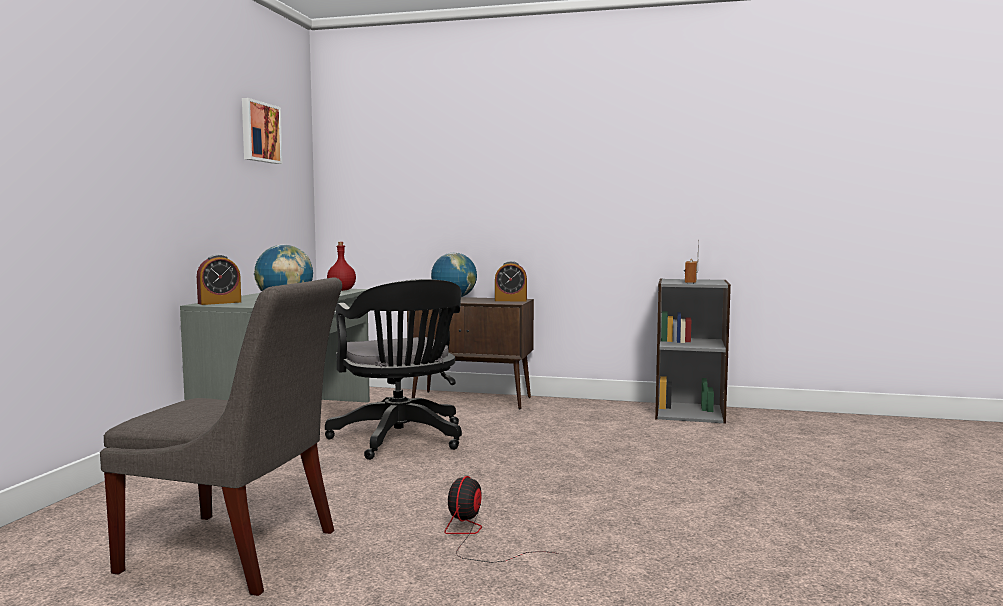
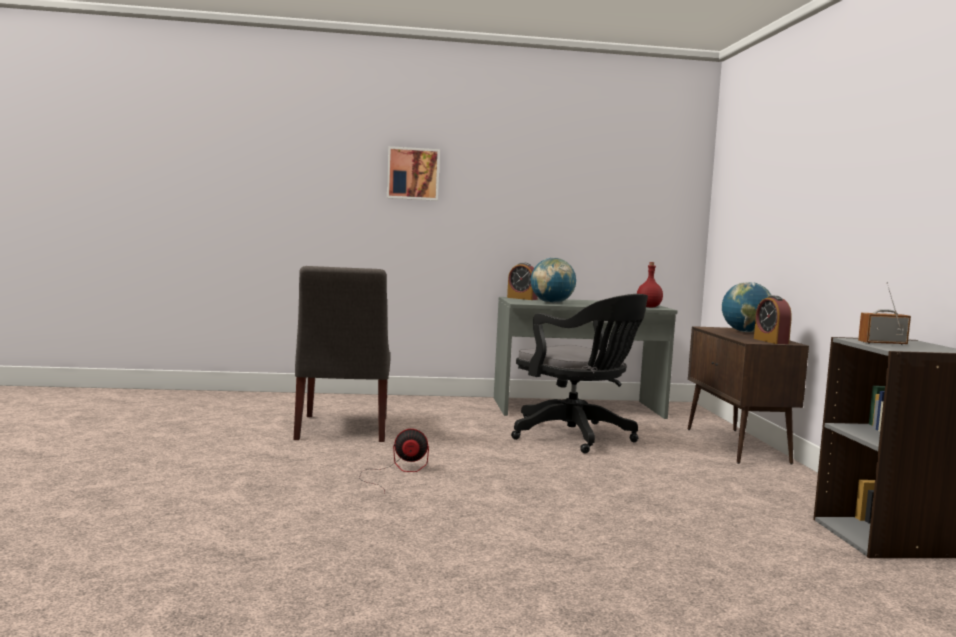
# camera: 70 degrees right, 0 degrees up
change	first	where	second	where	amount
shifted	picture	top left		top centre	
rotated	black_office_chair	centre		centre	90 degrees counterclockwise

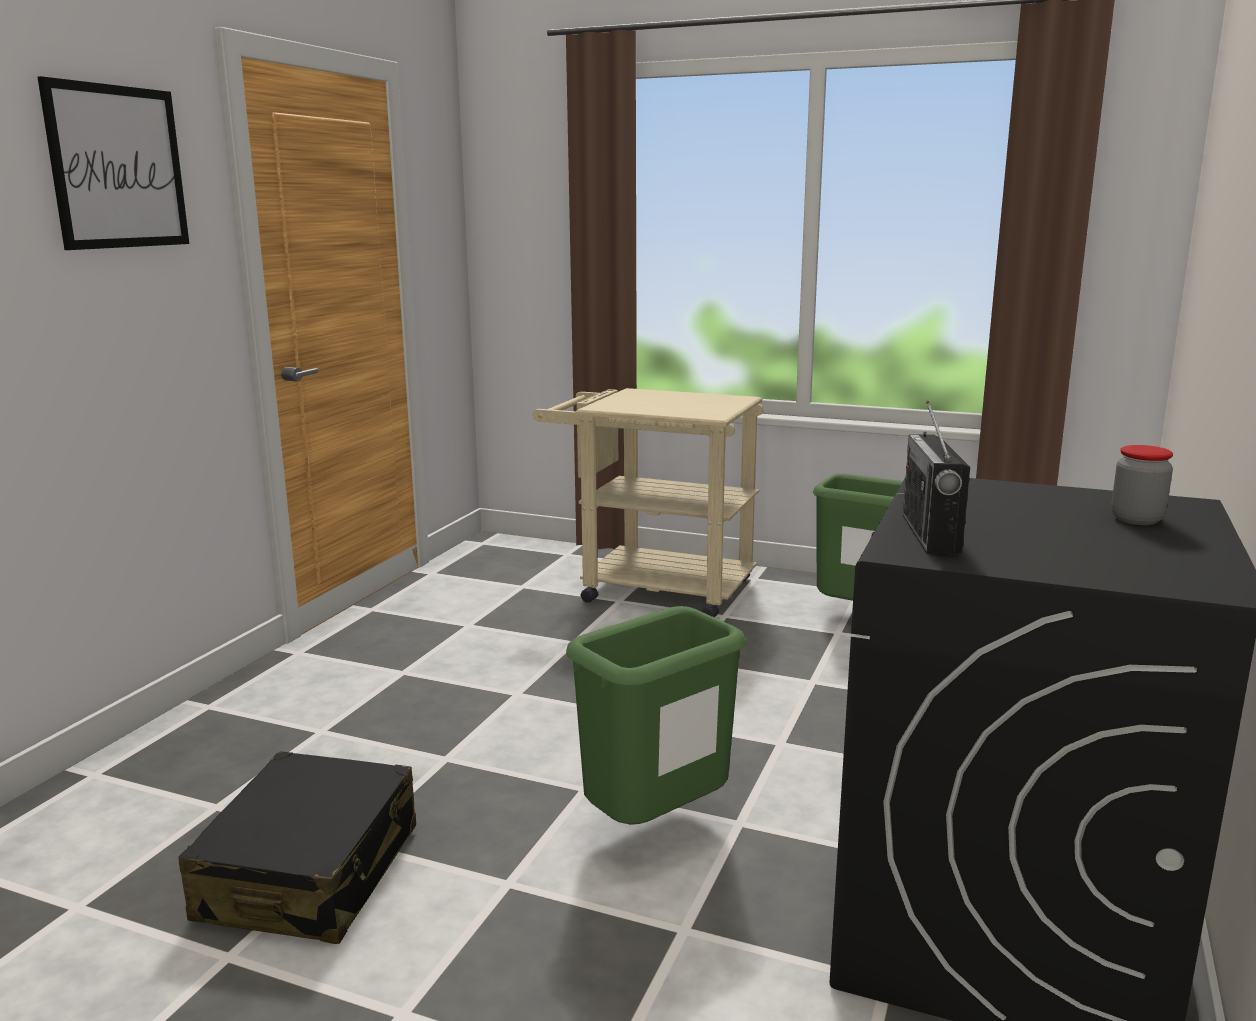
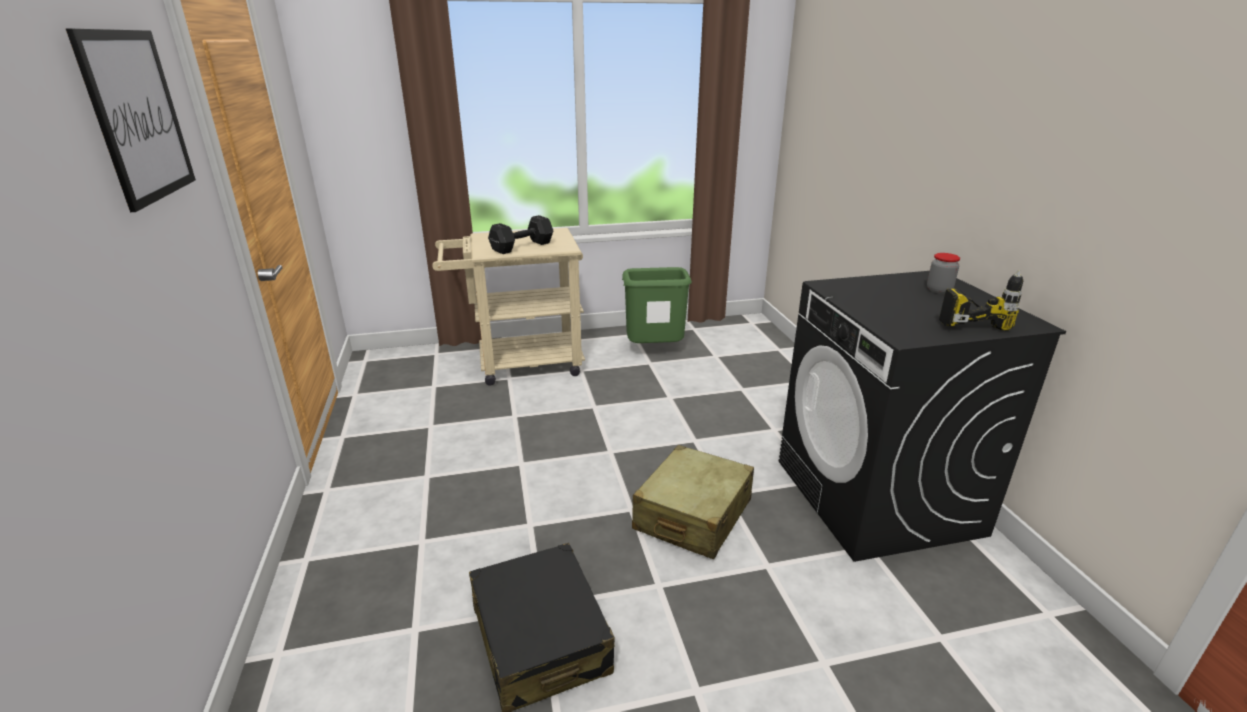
# camera: 35 degrees left, 10 degrees up
change	first	where	second	where	amount
new			black_dumbbell	top centre	
swapped	green_trash_can (no. 1 from left)	bottom centre	beige_suitcase	bottom centre	
new			power_drill	middle right	
gone	radio	middle right			

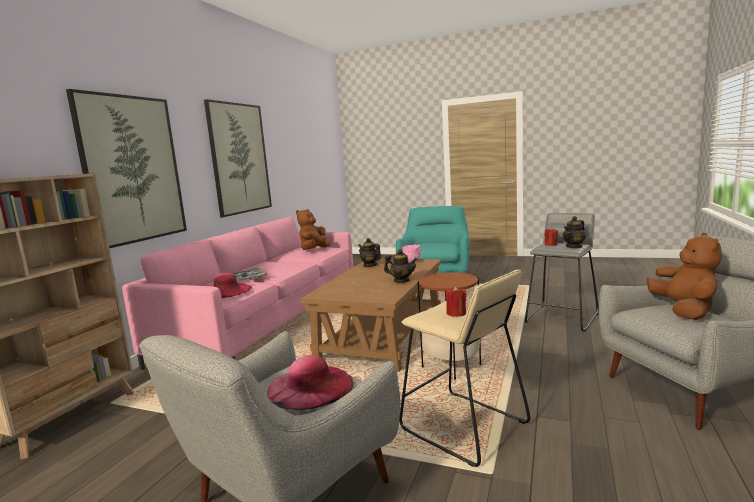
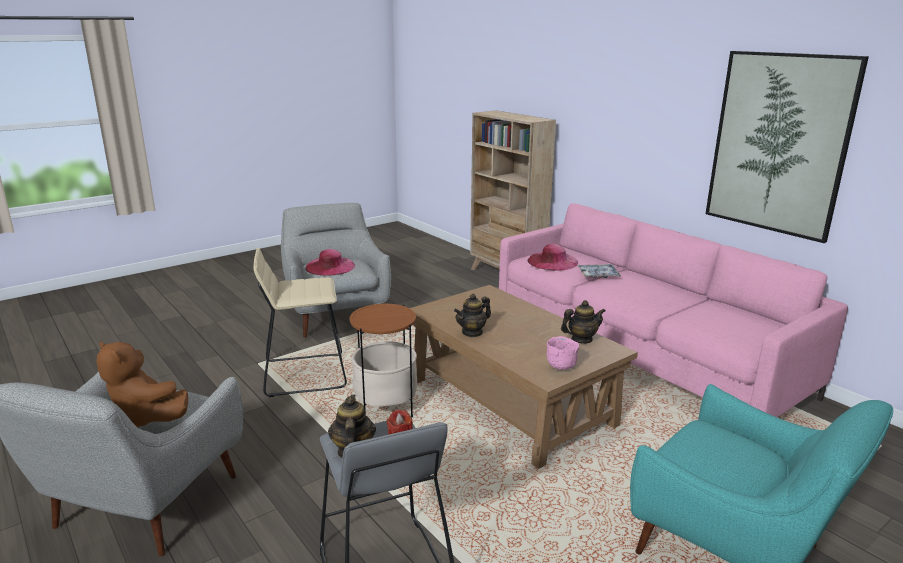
# camera: 120 degrees right, 10 degrees up
change	first	where	second	where	amount
gone	picture (no. 1 from left)	middle left			
gone	brown_plush_toy (no. 1 from left)	centre			
gone	red_candle (no. 1 from left)	centre			

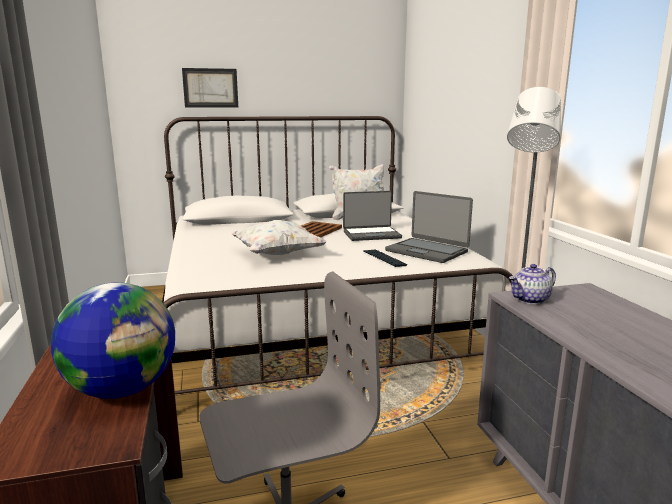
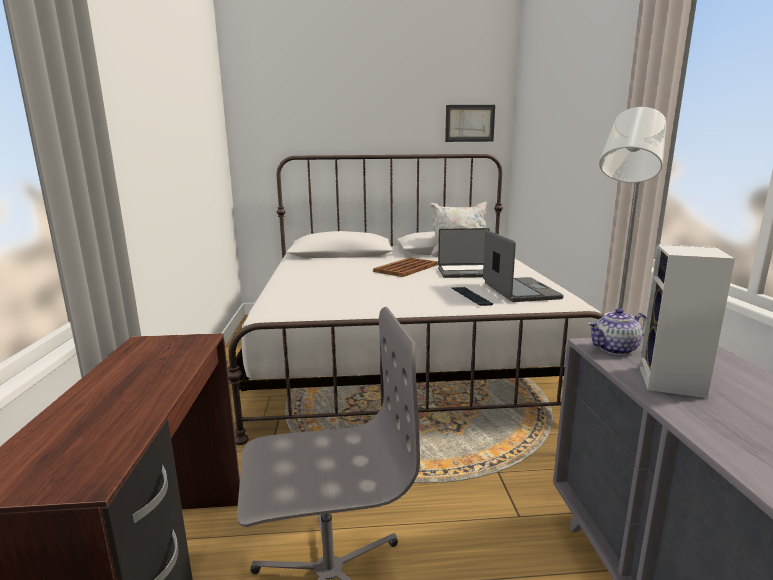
# camera: 10 degrees right, 0 degrees up
change	first	where	second	where	amount
shifted	picture	top left		top centre	
rotated	laptop (no. 2 from left)	centre		middle right	150 degrees counterclockwise
new			speaker	middle right	
gone	globe	bottom left			
gone	white_pillow (no. 1 from left)	centre			

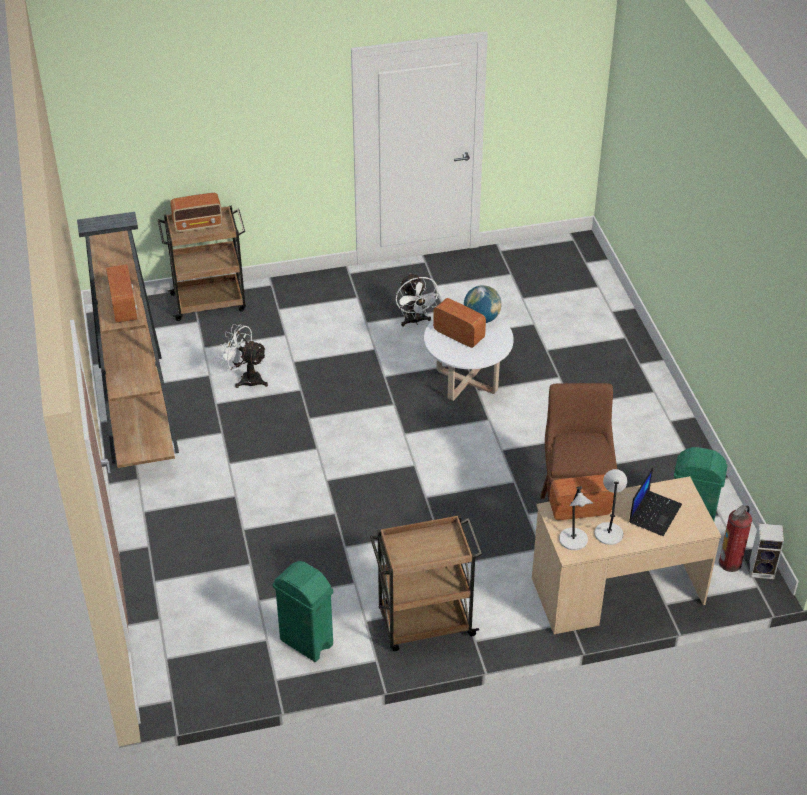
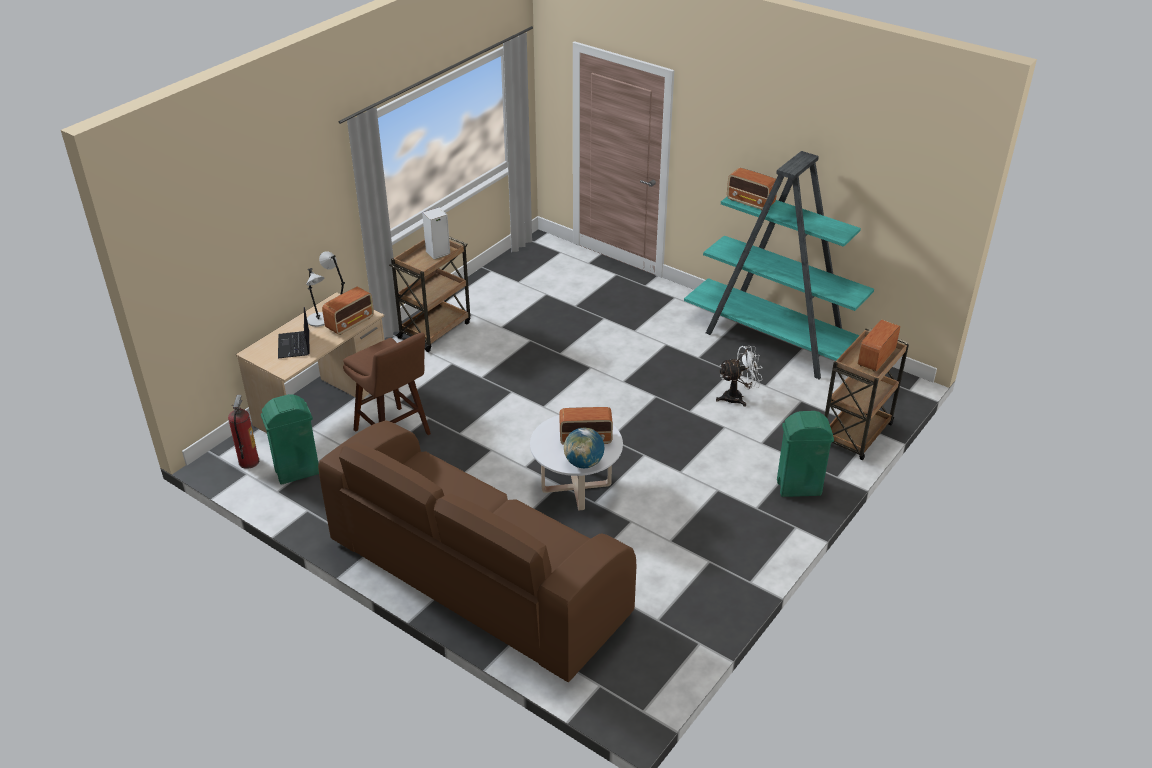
# camera: 140 degrees right, 5 degrees down
change	first	where	second	where	amount
new			brown_sofa	bottom centre	
shifted	speaker	bottom right		top centre	
repainted	brown_bookcase	middle left	turquoise_bookcase	middle right	
shifted	green_trash_can (no. 1 from left in the first image)	bottom centre	green_trash_can (no. 2 from left)	middle right	
gone	white_fan (no. 2 from left)	centre			

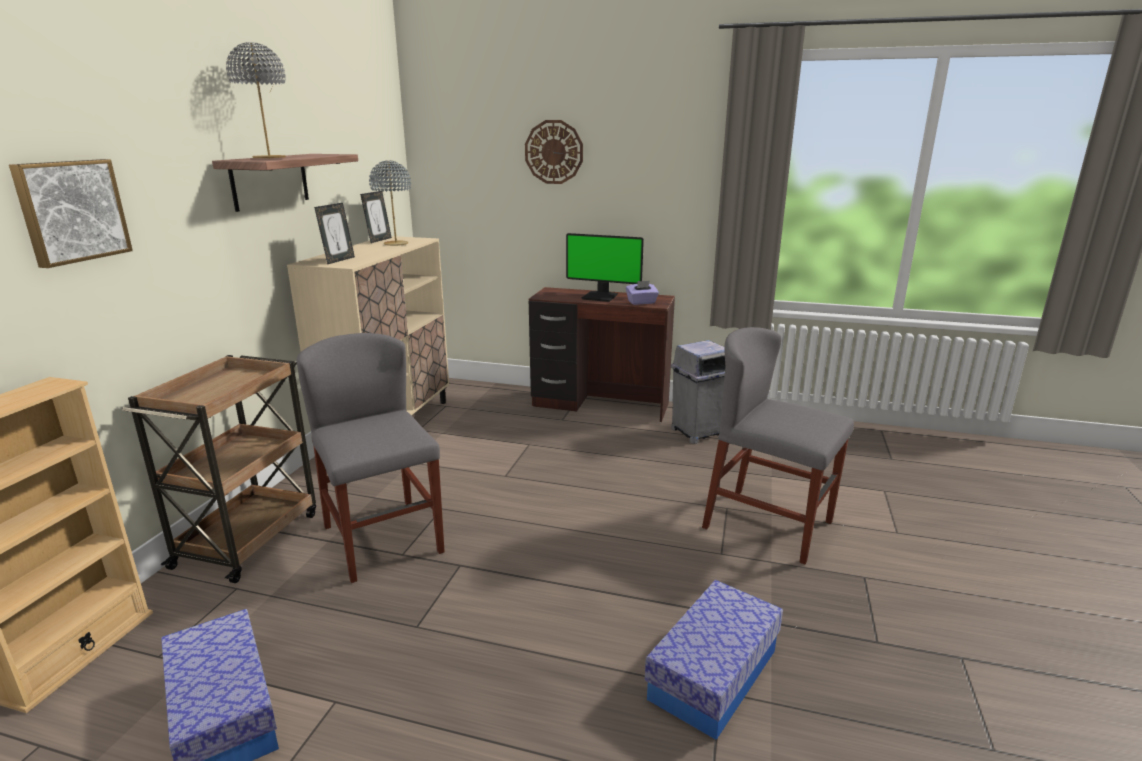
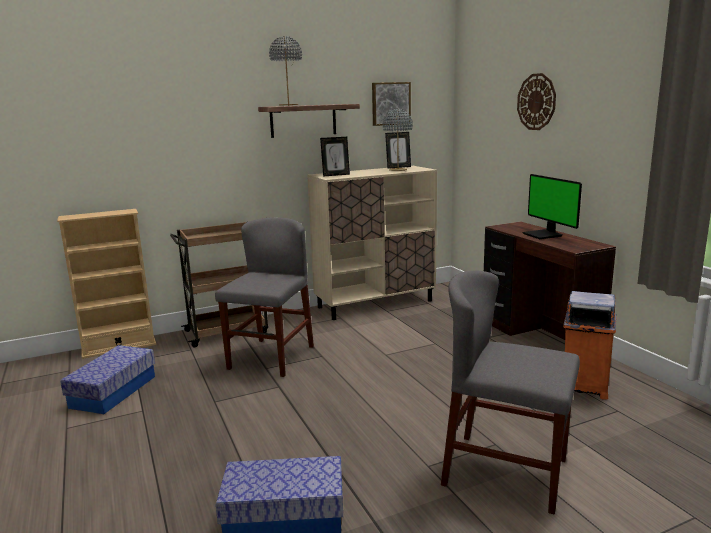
# camera: 50 degrees right, 5 degrees down
change	first	where	second	where	amount
shifted	picture	top left		top centre	
rotated	grey_chair (no. 2 from left)	middle right		bottom right	60 degrees counterclockwise
repainted	grey_trash_can	centre	orange_trash_can	middle right	
gone	purple_tissue_box	centre			

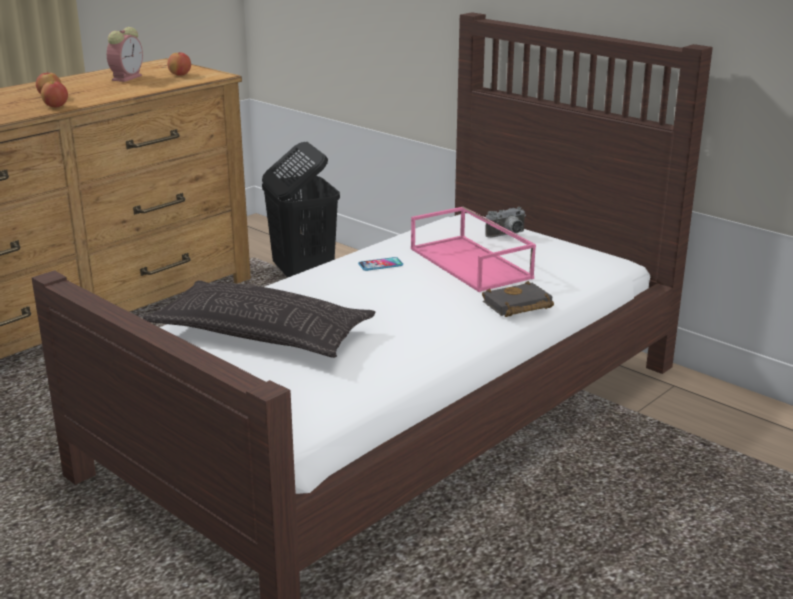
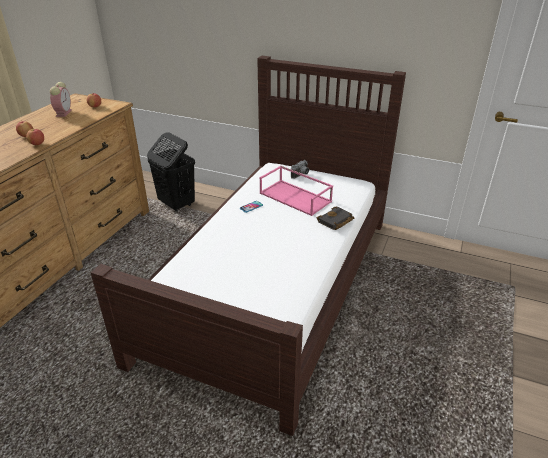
# camera: 20 degrees left, 10 degrees up
change	first	where	second	where	amount
gone	pillow	middle left			

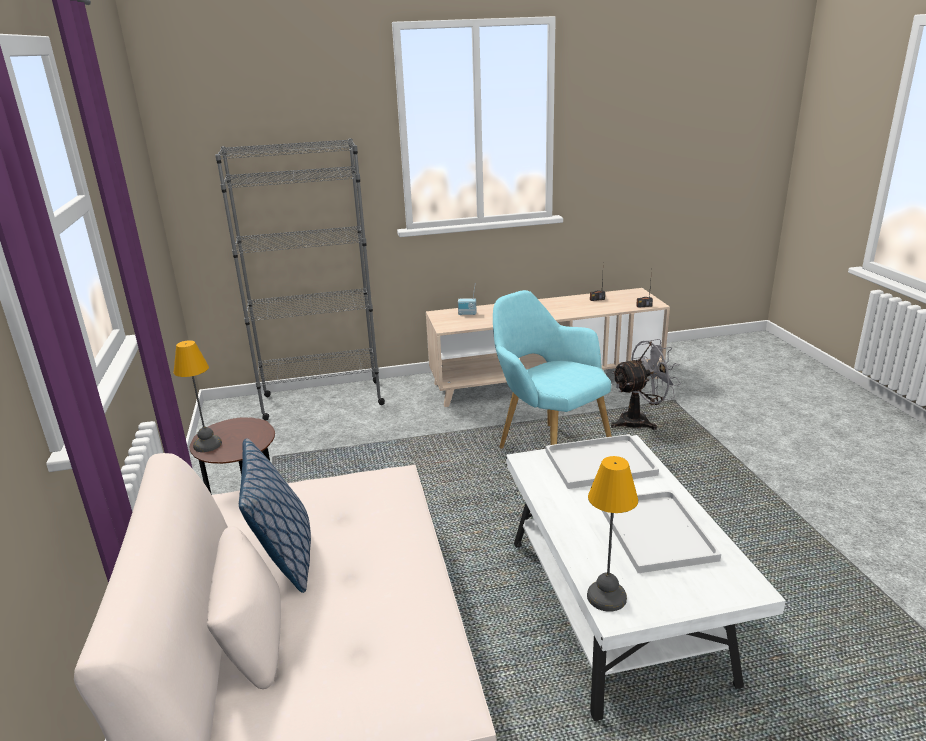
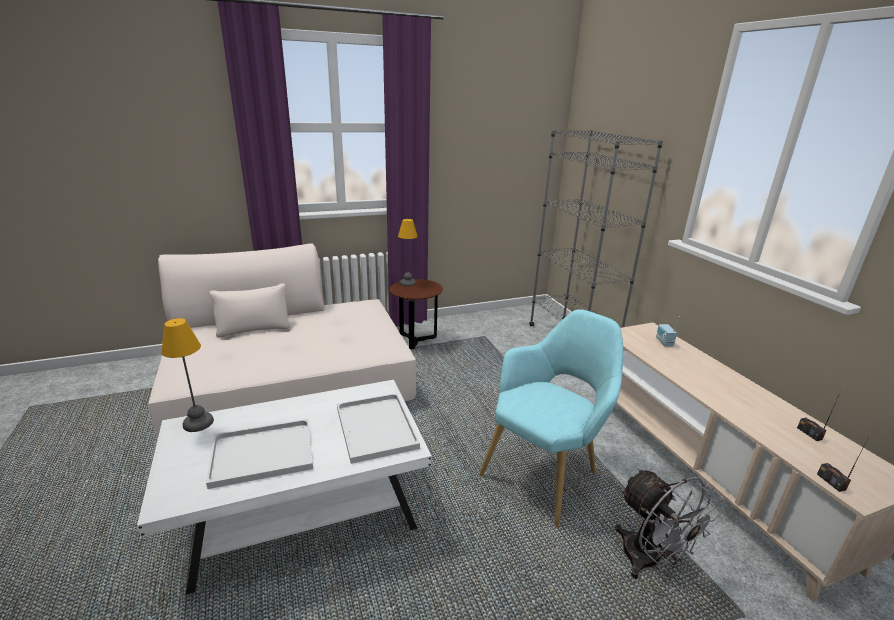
# camera: 80 degrees right, 0 degrees up
change	first	where	second	where	amount
gone	pillow	bottom left			

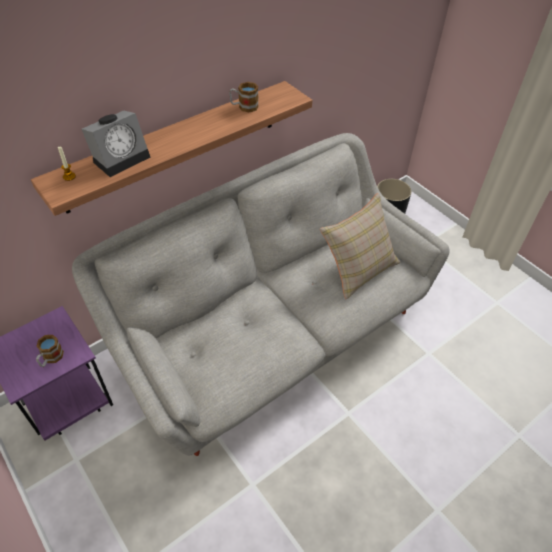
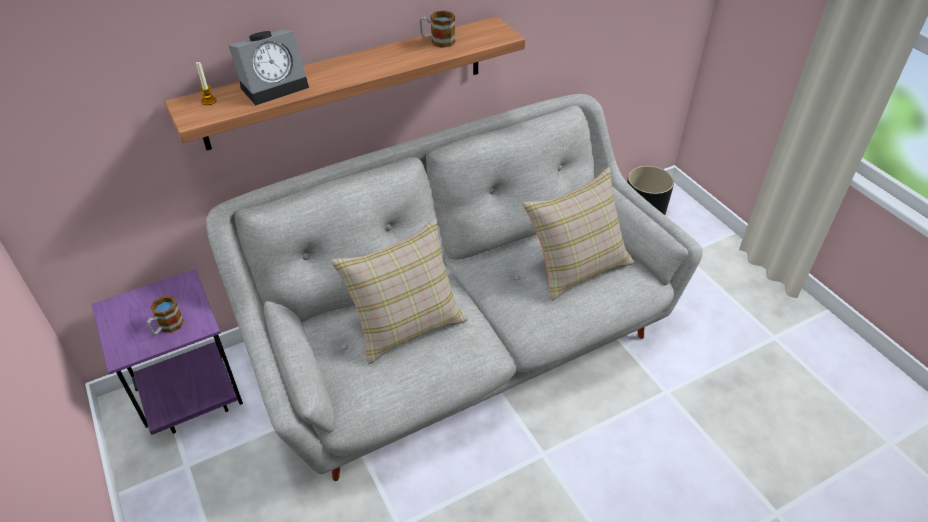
# camera: 10 degrees right, 5 degrees down
change	first	where	second	where	amount
new			beige_pillow (no. 1 from left)	centre	

